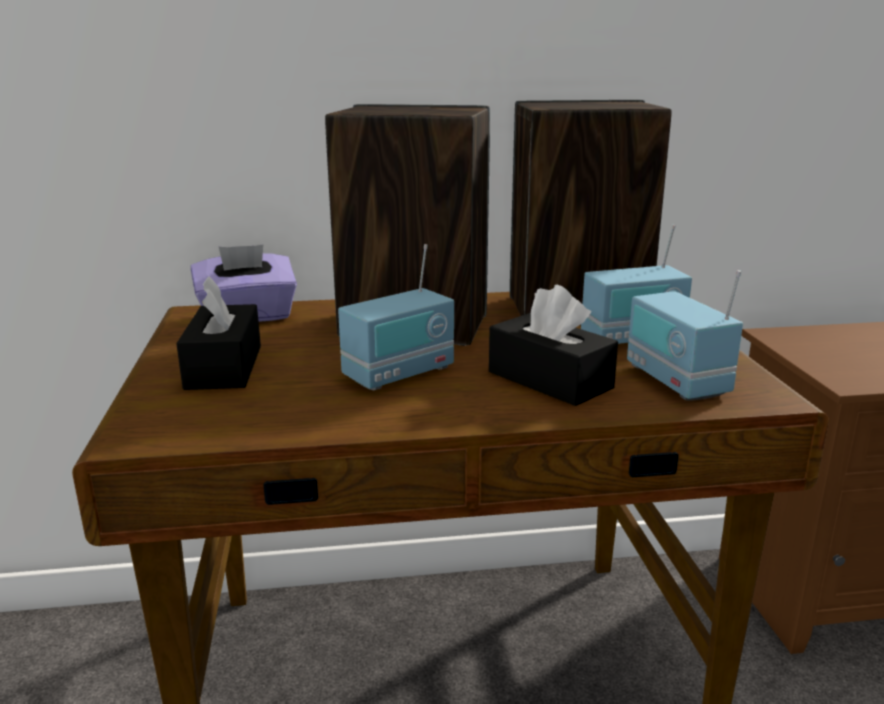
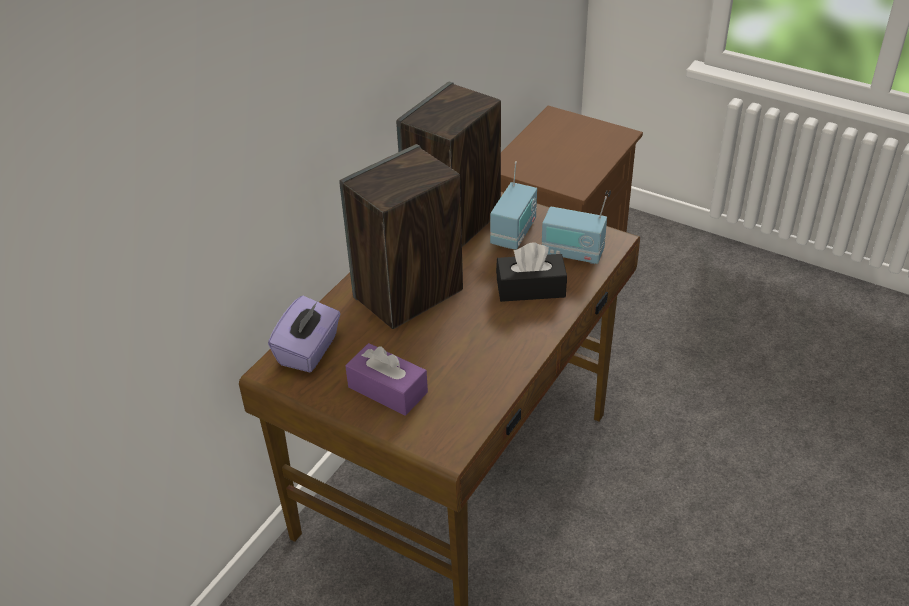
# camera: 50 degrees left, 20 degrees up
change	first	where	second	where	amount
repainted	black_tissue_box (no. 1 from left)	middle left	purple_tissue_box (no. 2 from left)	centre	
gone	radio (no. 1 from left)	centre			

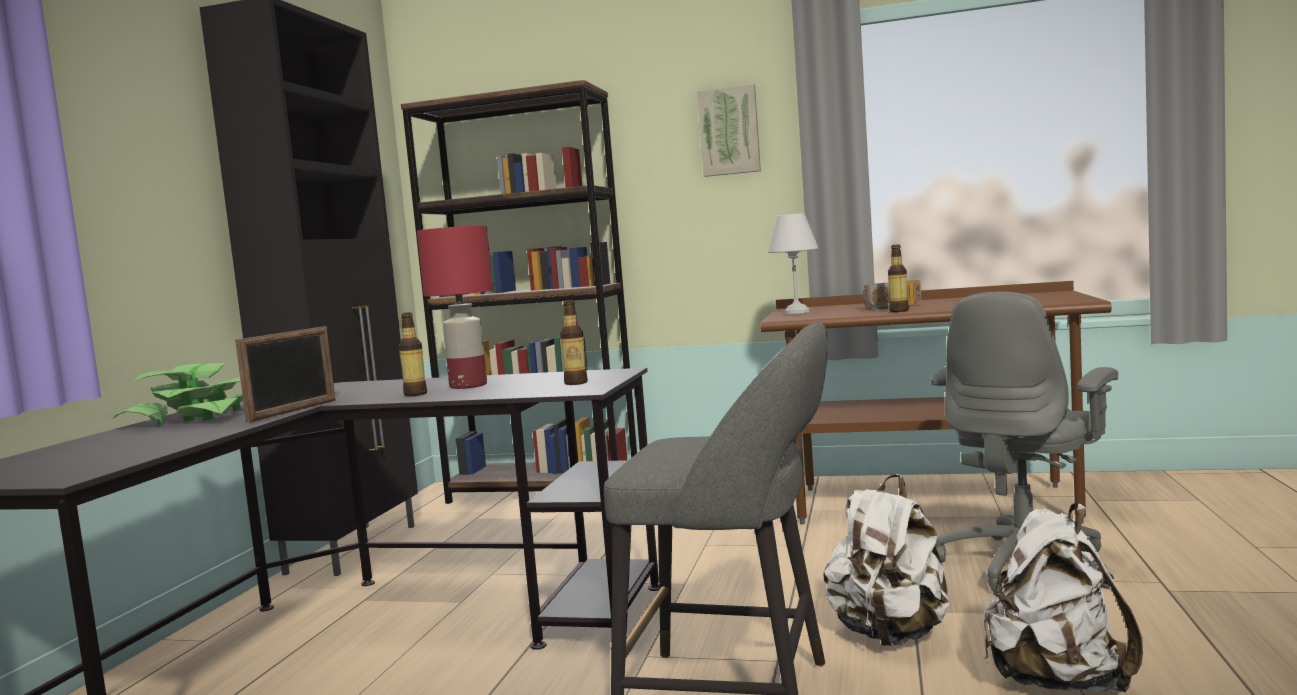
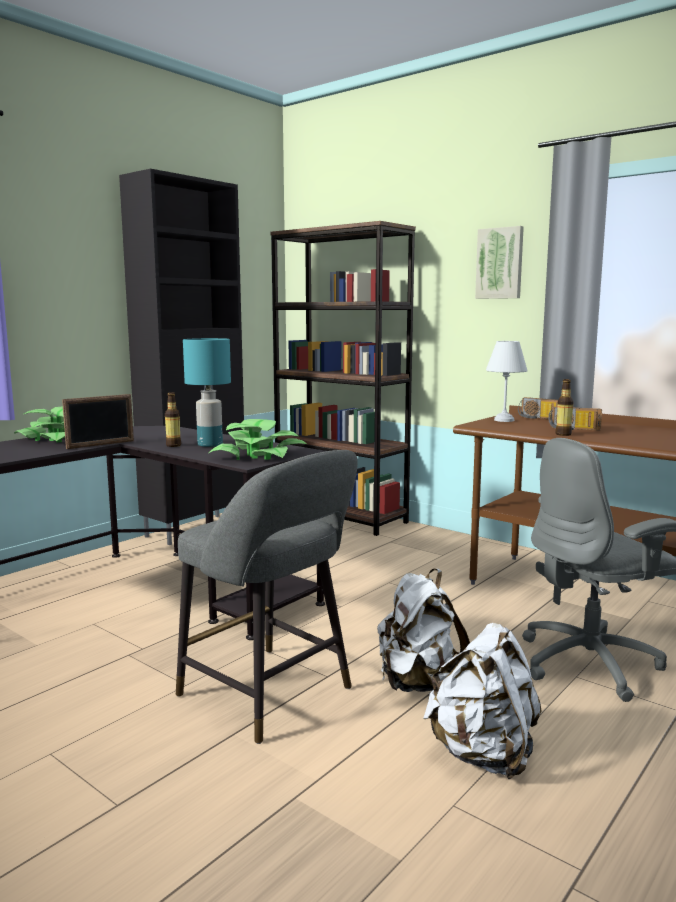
# camera: 25 degrees right, 5 degrees up
change	first	where	second	where	amount
repainted	red_table_lamp	centre	turquoise_table_lamp	middle left	
swapped	bottle (no. 2 from left)	centre	potted_plant (no. 2 from left)	centre	
new			radio (no. 1 from left)	middle right	

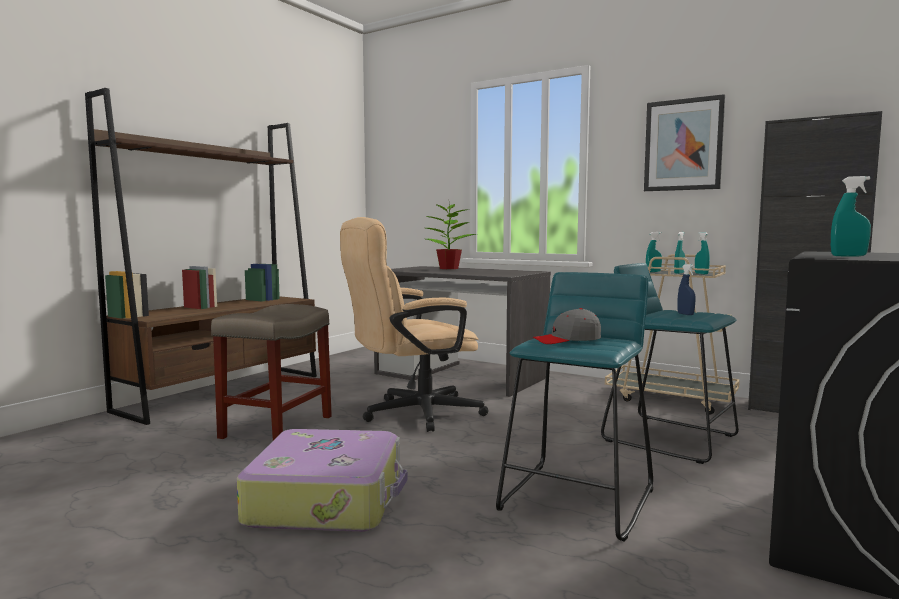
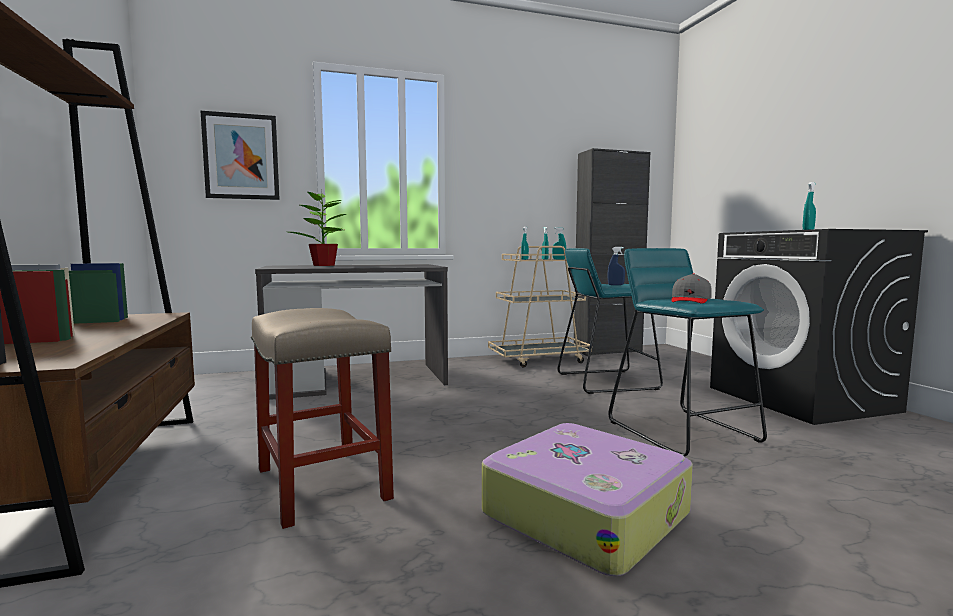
# camera: 50 degrees left, 0 degrees up
change	first	where	second	where	amount
shifted	picture	top right		top left	
gone	beige_office_chair	centre			

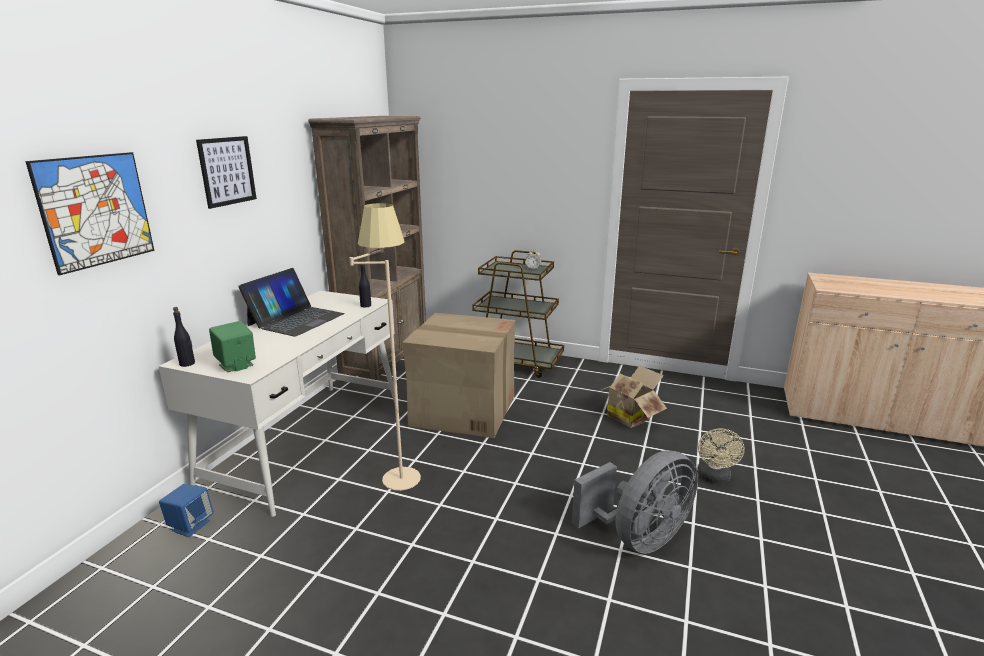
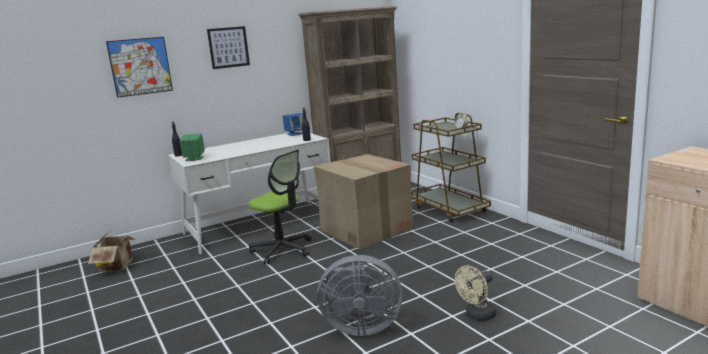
# camera: 40 degrees right, 5 degrees down
change	first	where	second	where	amount
shifted	cardboard_box (no. 2 from left in the first image)	centre	cardboard_box (no. 1 from left)	bottom left	
swapped	beige_floor_lamp	centre	office_chair	centre	
shifted	blue_speaker	bottom left		centre	
gone	laptop	middle left			

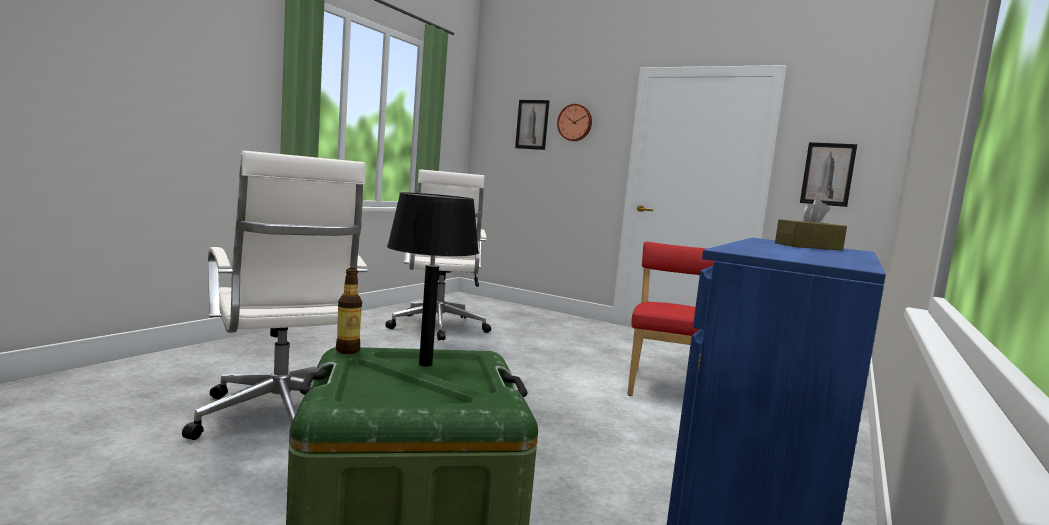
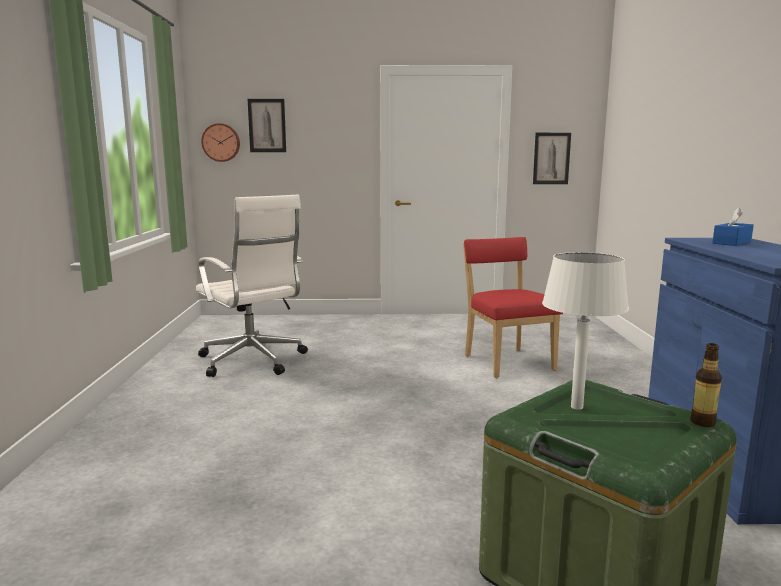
# camera: 30 degrees left, 5 degrees up
change	first	where	second	where	amount
shifted	wall_clock	top centre		top left	
repainted	black_table_lamp	centre	white_table_lamp	middle right	
shifted	bottle	middle left		middle right	
repainted	brown_tissue_box	middle right	blue_tissue_box	middle right	
gone	white_office_chair (no. 1 from left)	middle left			

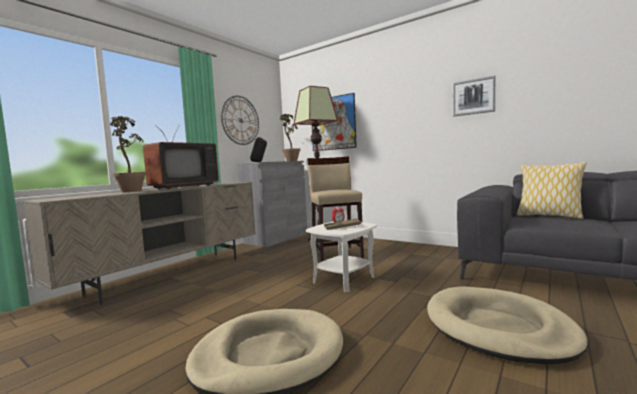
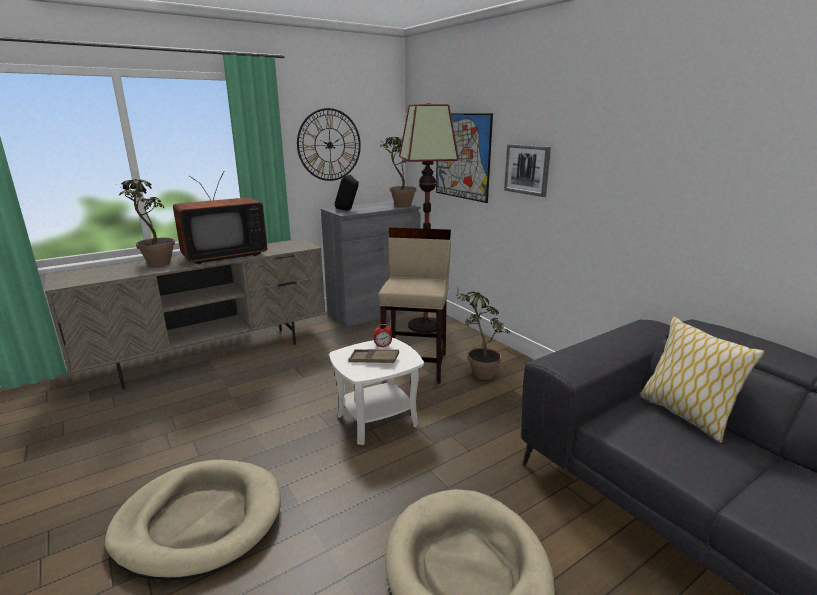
# camera: 20 degrees right, 15 degrees up
change	first	where	second	where	amount
new			potted_plant (no. 3 from left)	centre	
shifted	picture (no. 2 from left)	top right		top centre	

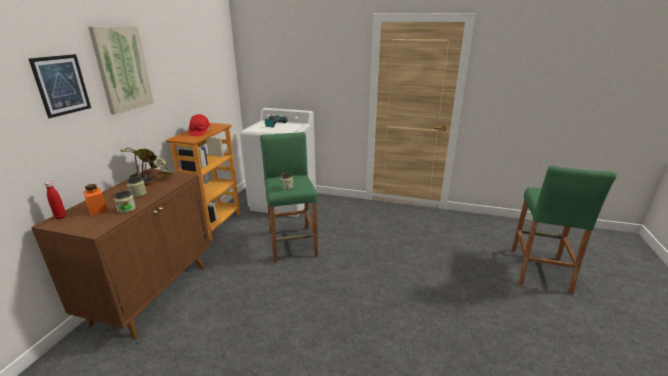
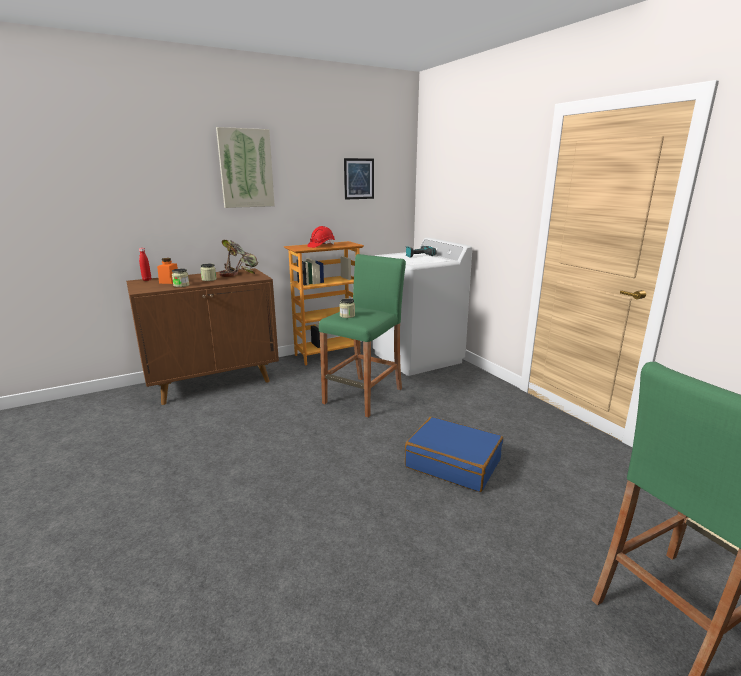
# camera: 45 degrees right, 5 degrees down
change	first	where	second	where	amount
shifted	picture (no. 1 from left in the first image)	top left	picture (no. 2 from left)	top centre	
new			blue_suitcase	bottom centre	

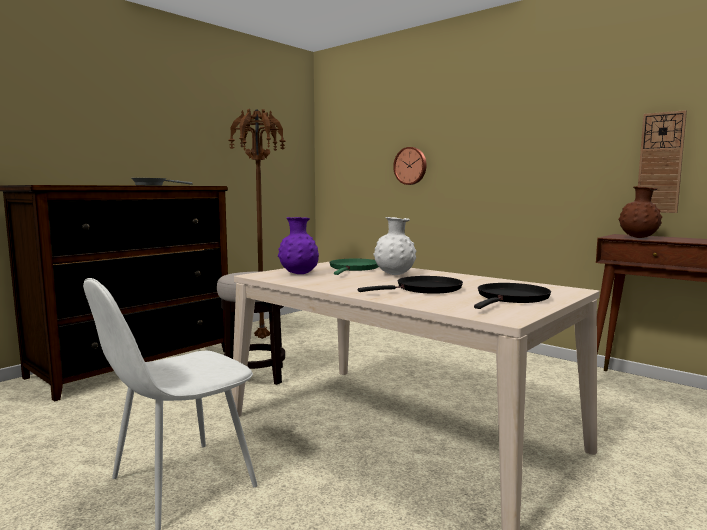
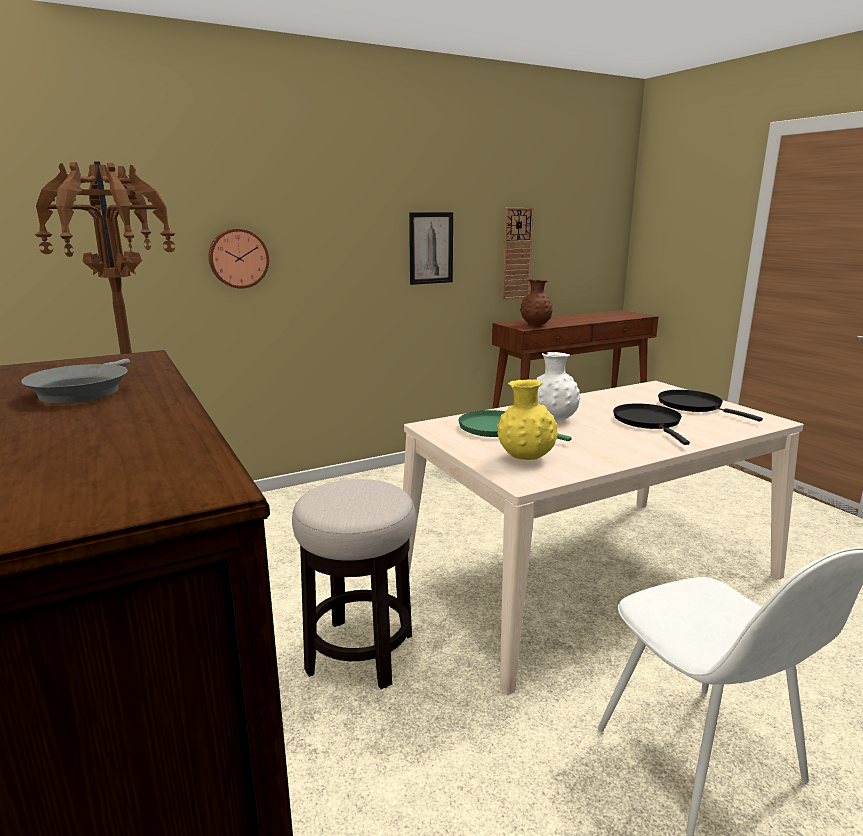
# camera: 70 degrees left, 10 degrees up
change	first	where	second	where	amount
new			picture	top centre	
repainted	purple_vase	centre	yellow_vase	centre	

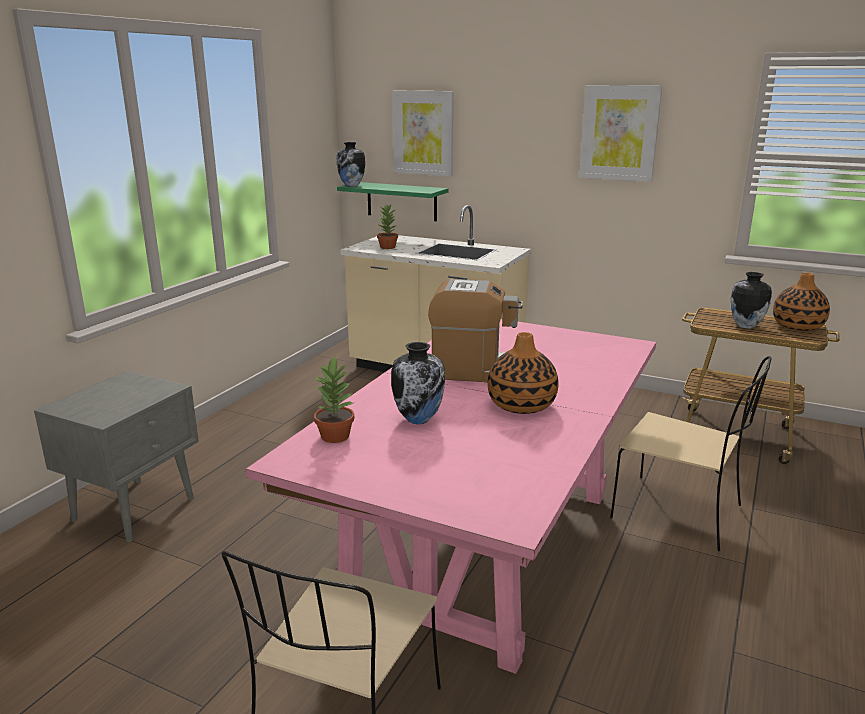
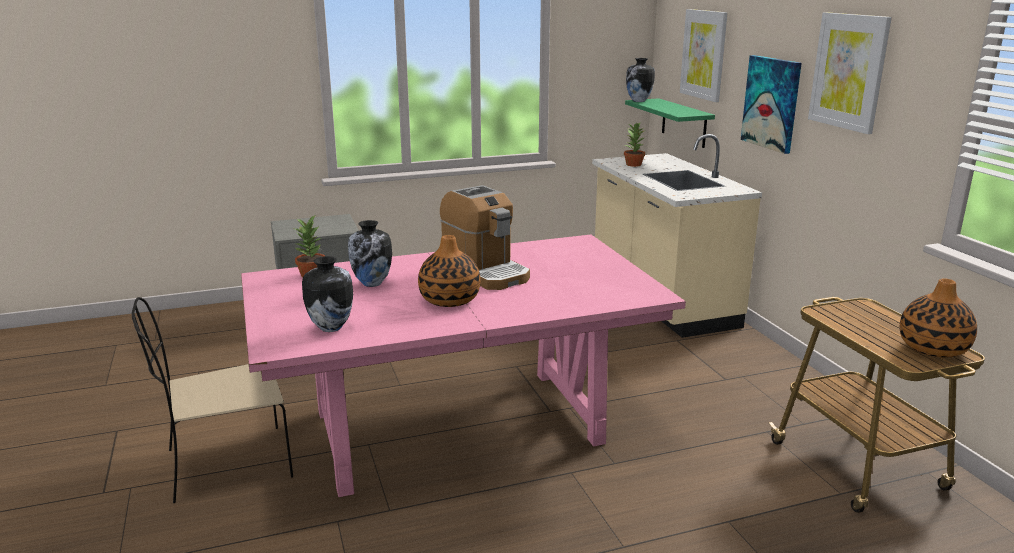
# camera: 45 degrees right, 0 degrees up
change	first	where	second	where	amount
shifted	vase (no. 4 from left in the first image)	middle right	vase (no. 1 from left)	middle left	
new			picture (no. 2 from left)	top right	
gone	beige_chair (no. 2 from left)	middle right			

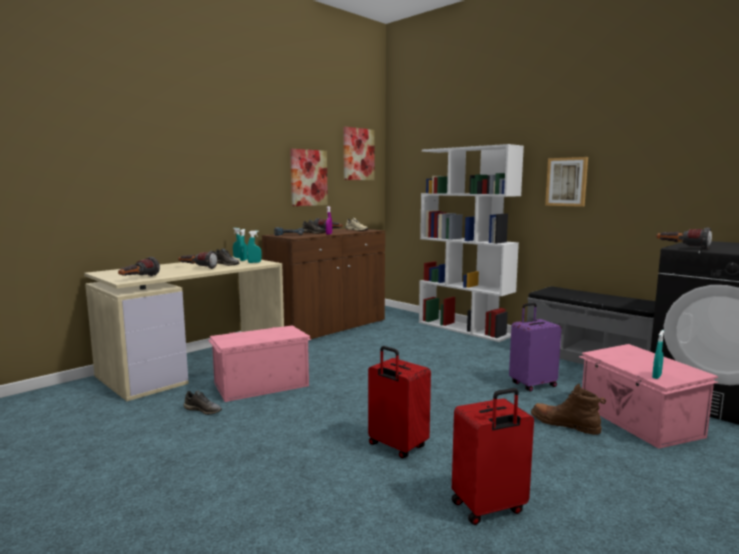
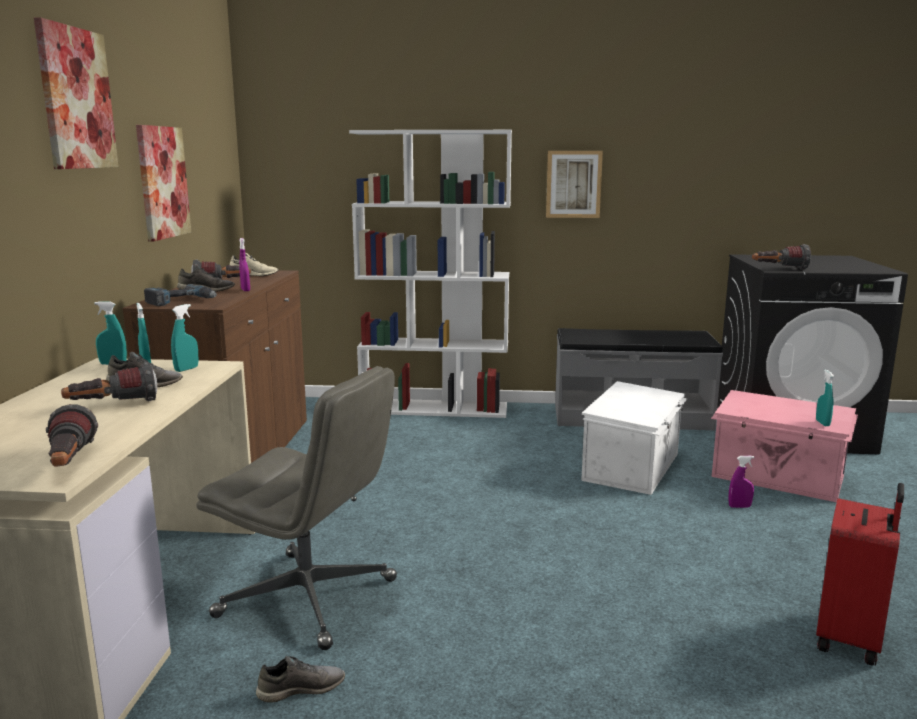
# camera: 40 degrees left, 5 degrees up
change	first	where	second	where	amount
shifted	picture (no. 2 from left in the first image)	top centre	picture (no. 1 from left)	top left	
swapped	pink_storage_box (no. 1 from left)	centre	grey_office_chair	bottom left	
swapped	purple_suitcase	middle right	white_storage_box	middle right	
swapped	brown_boot	bottom right	purple_spray_bottle (no. 2 from left)	bottom right	
gone	red_suitcase (no. 1 from left)	bottom centre			

